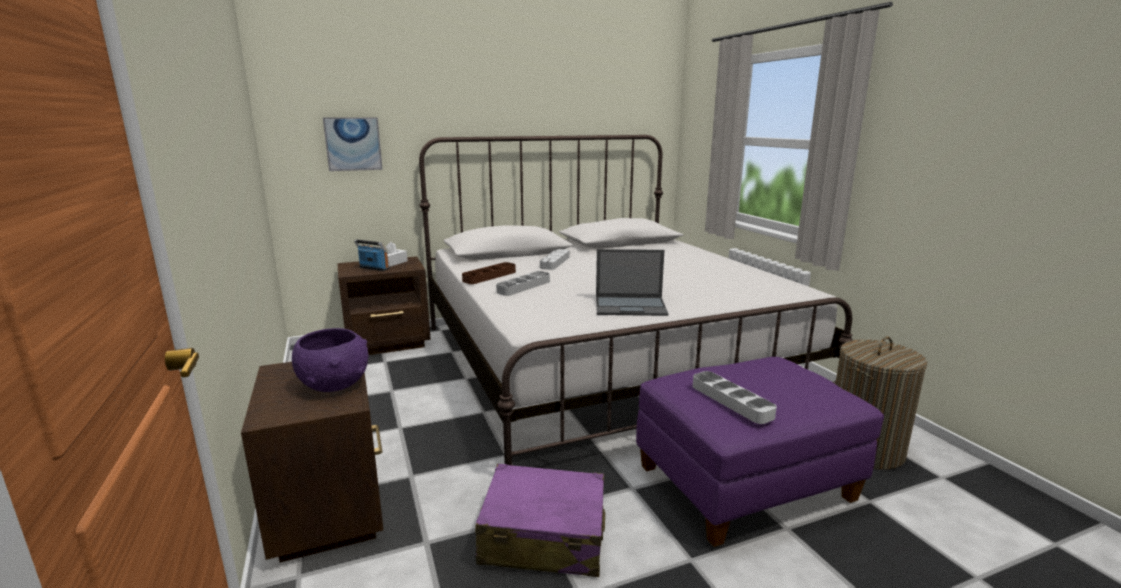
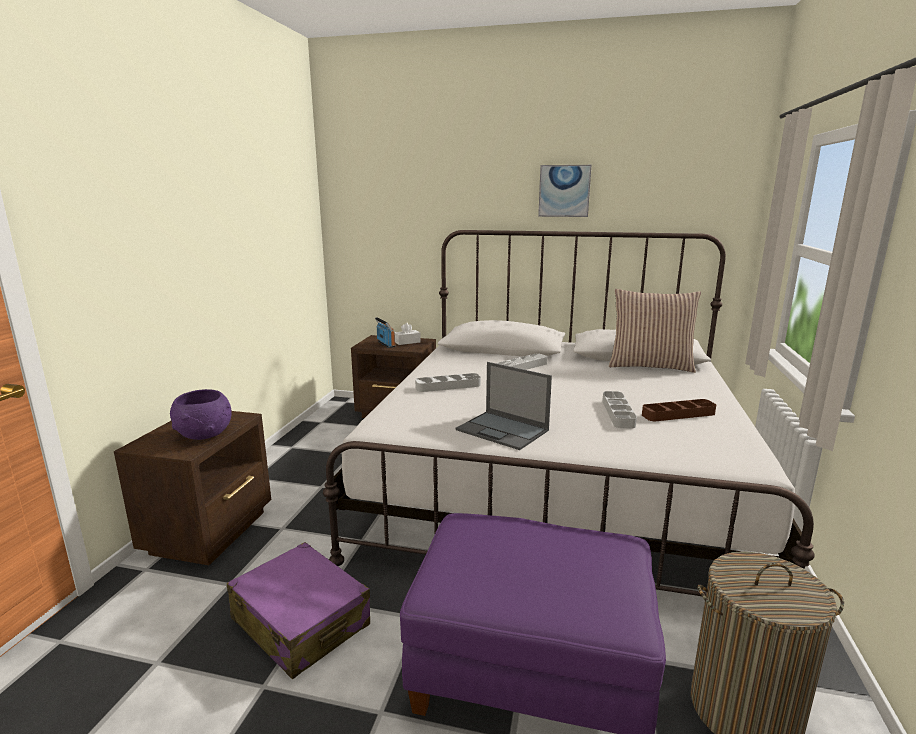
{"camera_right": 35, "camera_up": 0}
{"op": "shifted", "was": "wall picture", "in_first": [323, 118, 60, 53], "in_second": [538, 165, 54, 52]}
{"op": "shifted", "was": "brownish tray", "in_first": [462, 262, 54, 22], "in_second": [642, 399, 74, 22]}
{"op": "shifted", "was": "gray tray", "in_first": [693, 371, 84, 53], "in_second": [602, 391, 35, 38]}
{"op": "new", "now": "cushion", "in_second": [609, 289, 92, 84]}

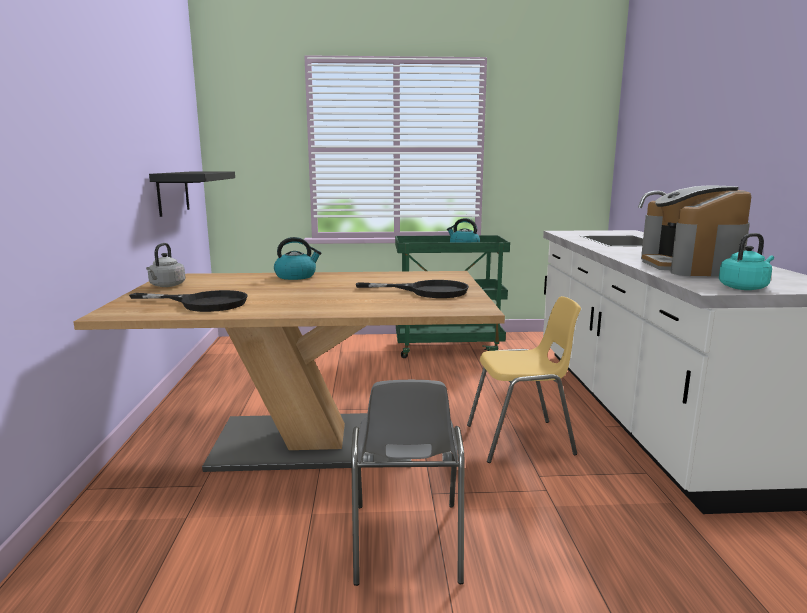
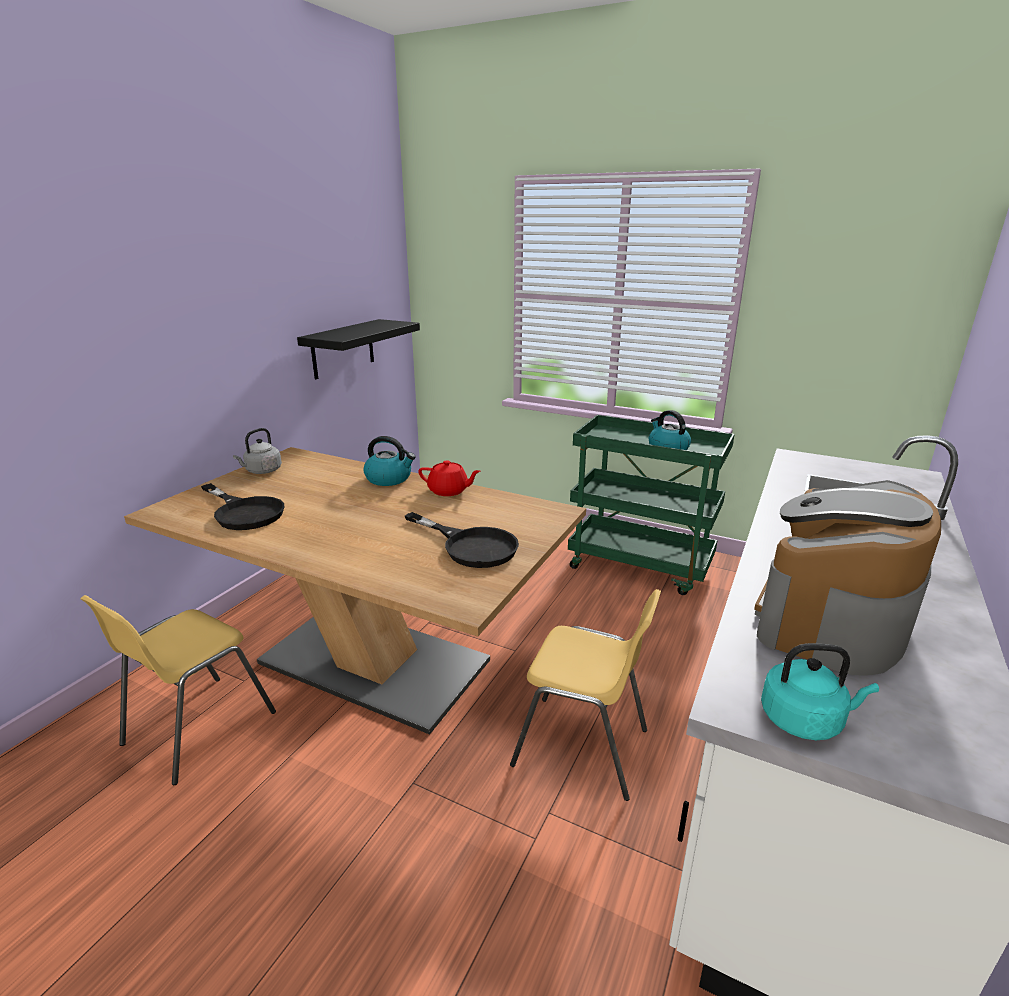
{"camera_right": 30, "camera_up": 10}
{"op": "gone", "was": "gray chair", "in_first": [351, 380, 113, 206]}
{"op": "new", "now": "red tea pot", "in_second": [418, 460, 62, 36]}
{"op": "new", "now": "yellow-coloured chair", "in_second": [80, 595, 196, 190]}

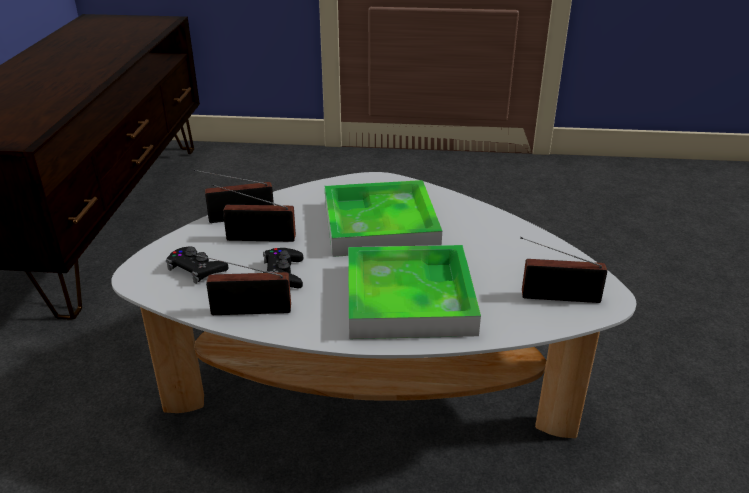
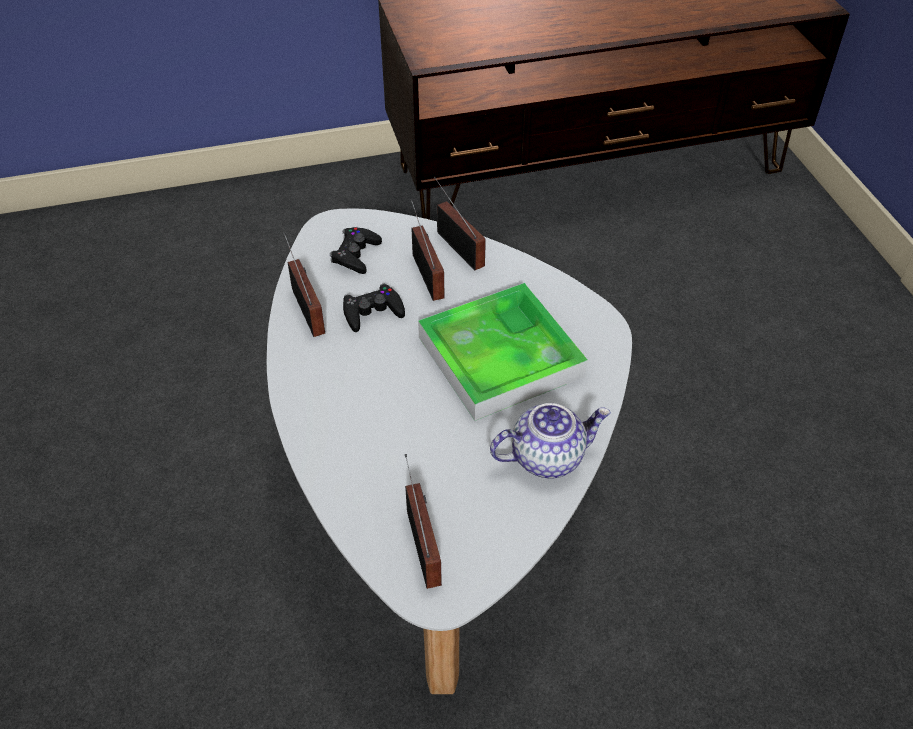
{"camera_right": 70, "camera_up": 15}
{"op": "gone", "was": "tray", "in_first": [348, 245, 133, 94]}
{"op": "new", "now": "tea pot", "in_second": [490, 403, 121, 75]}

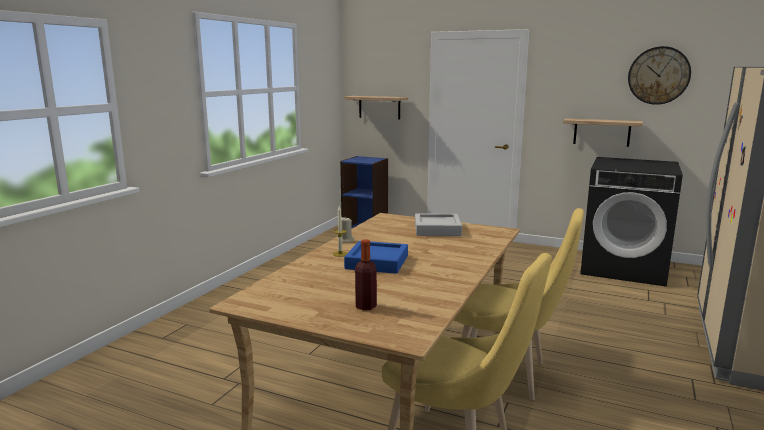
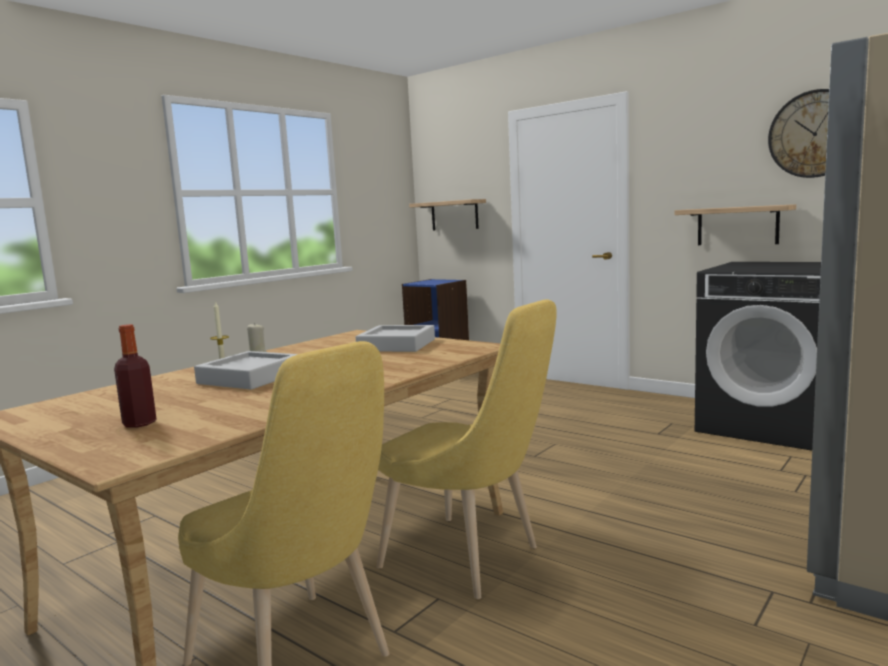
{"camera_right": 15, "camera_up": -5}
{"op": "repainted", "was": "blue tray", "now": "gray tray", "in_first": [344, 241, 64, 33], "in_second": [194, 351, 104, 39]}

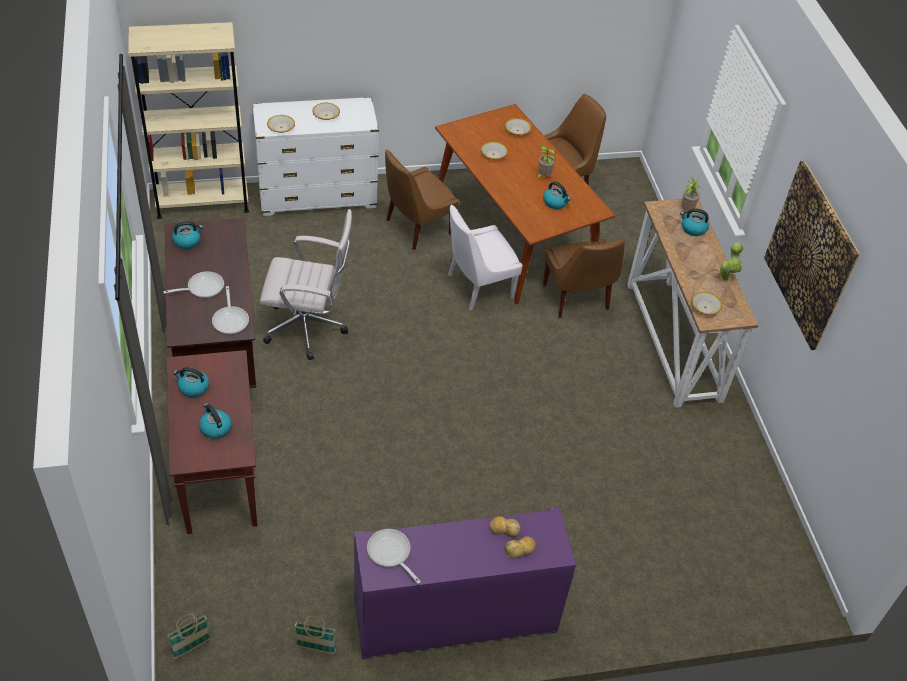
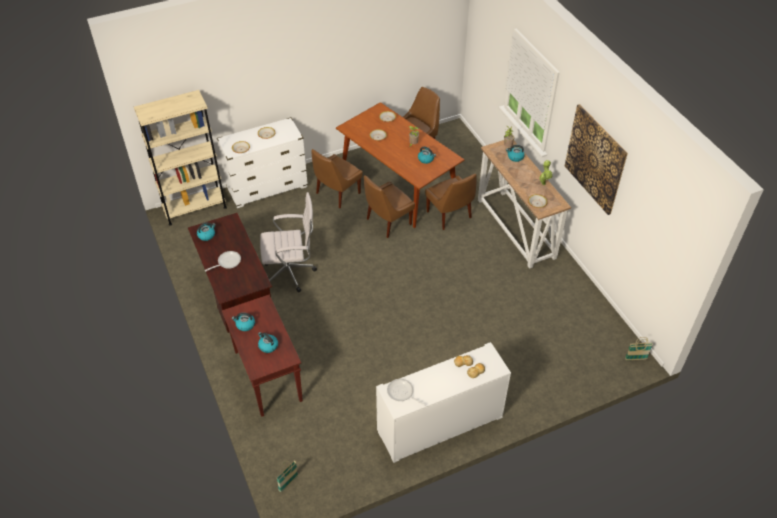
{"camera_right": -10, "camera_up": 0}
{"op": "repainted", "was": "white chair", "now": "brownish chair", "in_first": [448, 205, 74, 105], "in_second": [364, 175, 51, 63]}
{"op": "gone", "was": "skillet", "in_first": [212, 286, 37, 48]}
{"op": "repainted", "was": "purple cupboard", "now": "white cupboard", "in_first": [354, 507, 222, 152], "in_second": [376, 342, 135, 121]}
{"op": "shifted", "was": "storage basket", "in_first": [295, 616, 41, 38], "in_second": [625, 337, 28, 23]}

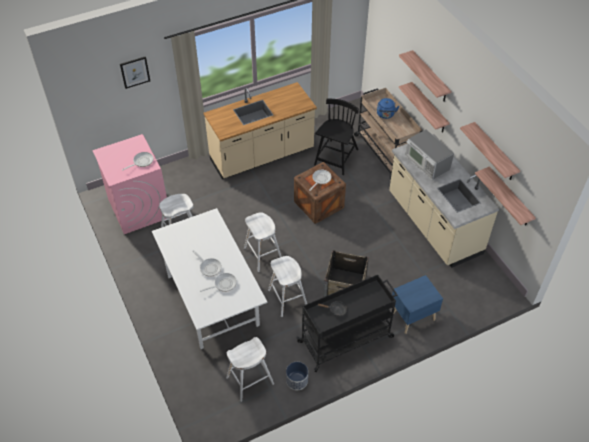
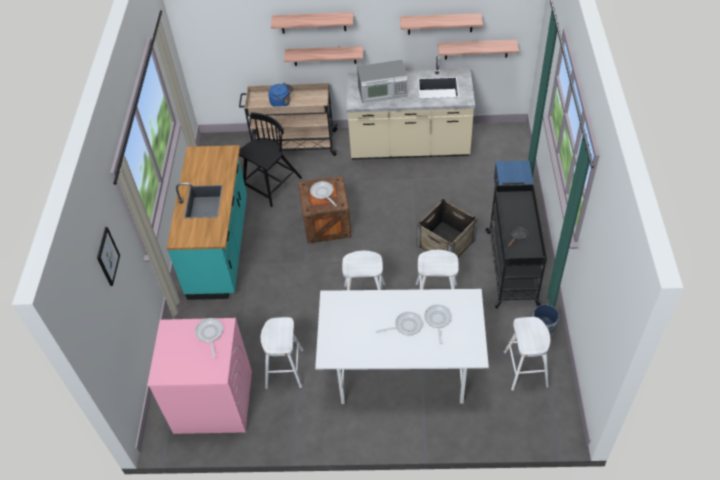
{"camera_right": -60, "camera_up": 0}
{"op": "repainted", "was": "beige counter", "now": "blue-green counter", "in_first": [204, 82, 113, 97], "in_second": [167, 145, 80, 155]}
{"op": "rotated", "was": "black chair", "in_first": [314, 99, 45, 76], "in_second": [239, 112, 63, 95], "clockwise": 75}

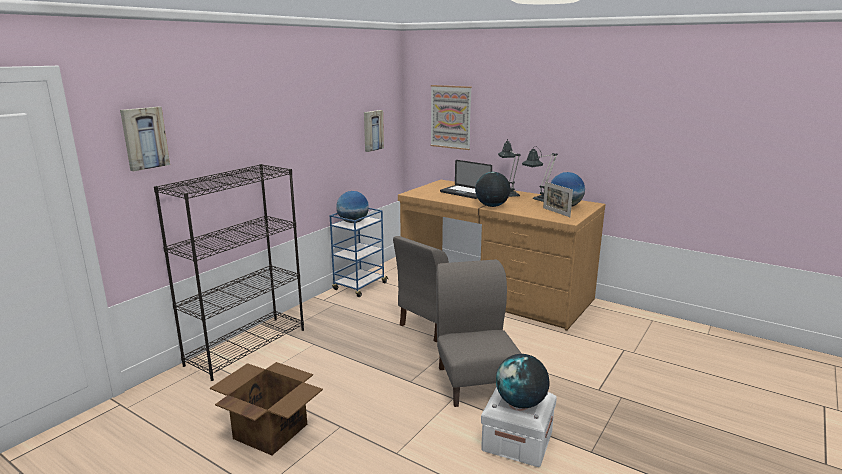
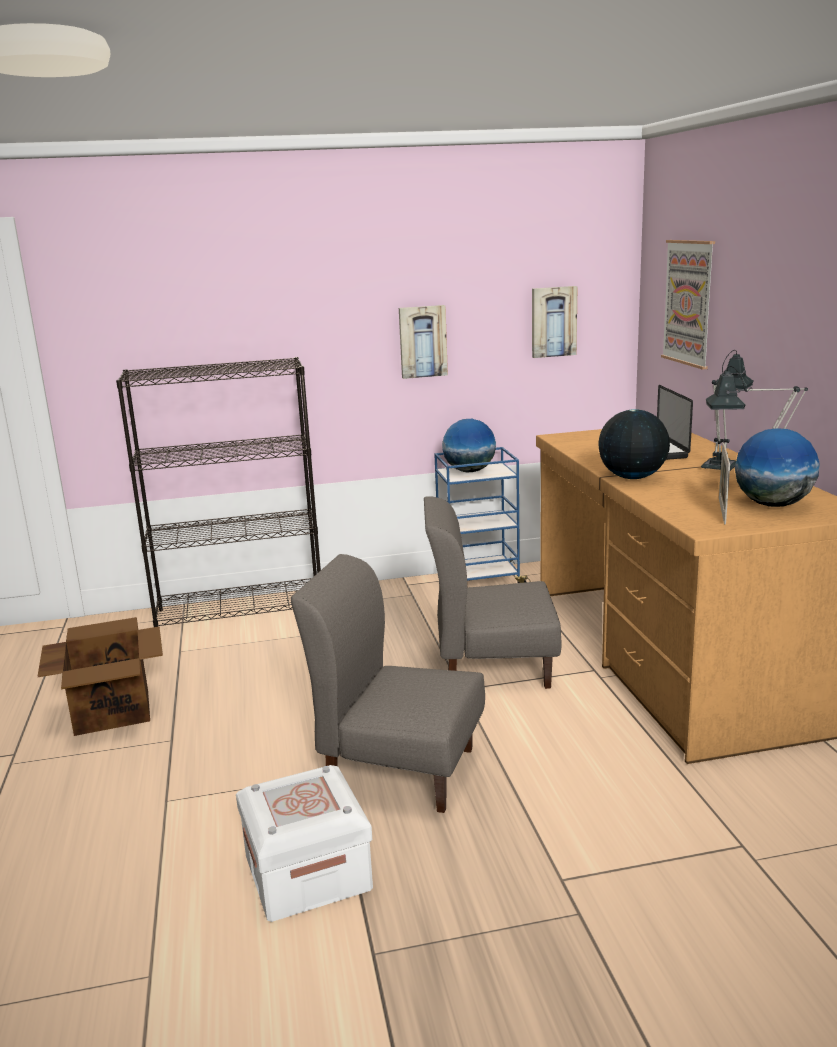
{"camera_right": 45, "camera_up": 0}
{"op": "shifted", "was": "wall picture", "in_first": [120, 107, 50, 64], "in_second": [399, 305, 49, 74]}
{"op": "rotated", "was": "gray chair", "in_first": [436, 259, 86, 148], "in_second": [291, 554, 194, 259], "clockwise": -105}
{"op": "gone", "was": "globe", "in_first": [496, 354, 53, 55]}

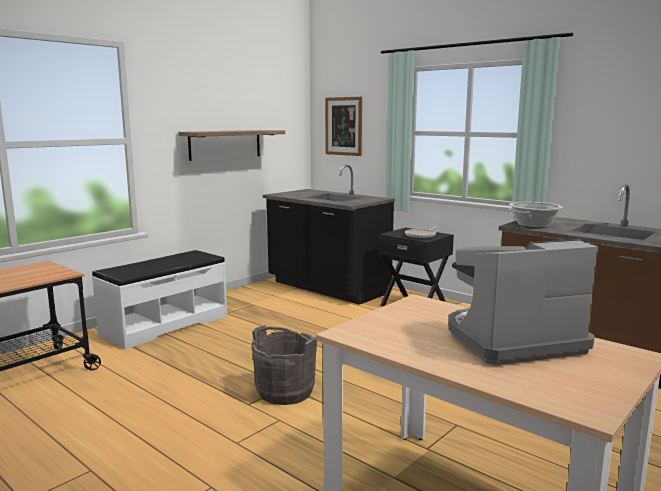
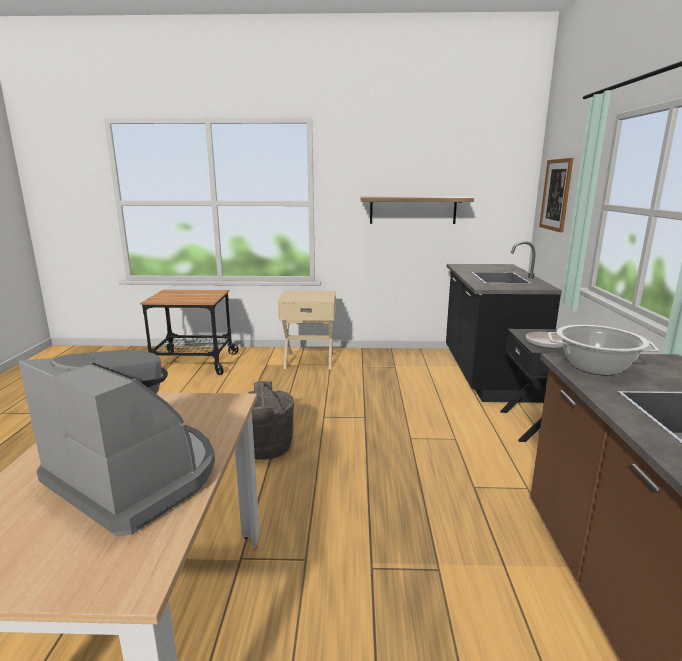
{"camera_right": 50, "camera_up": 5}
{"op": "swapped", "was": "white indoor bench", "now": "beige bedside table", "in_first": [92, 250, 135, 99], "in_second": [278, 291, 58, 79]}

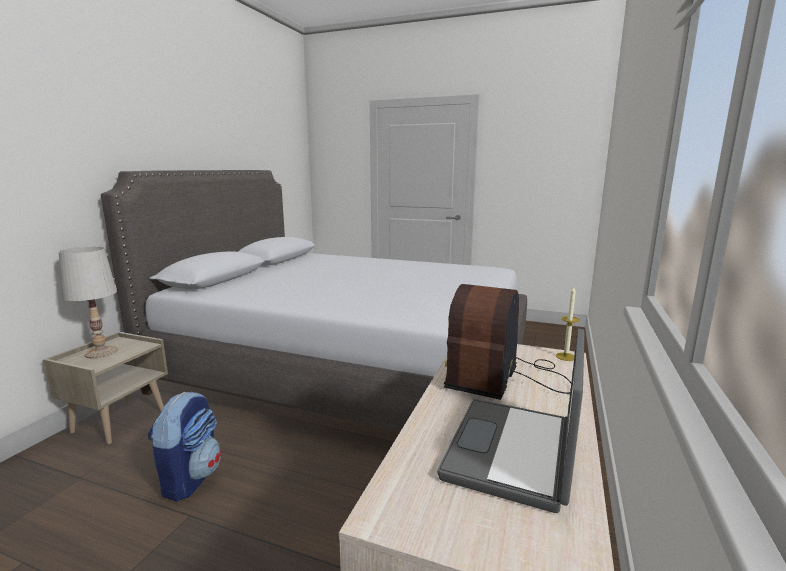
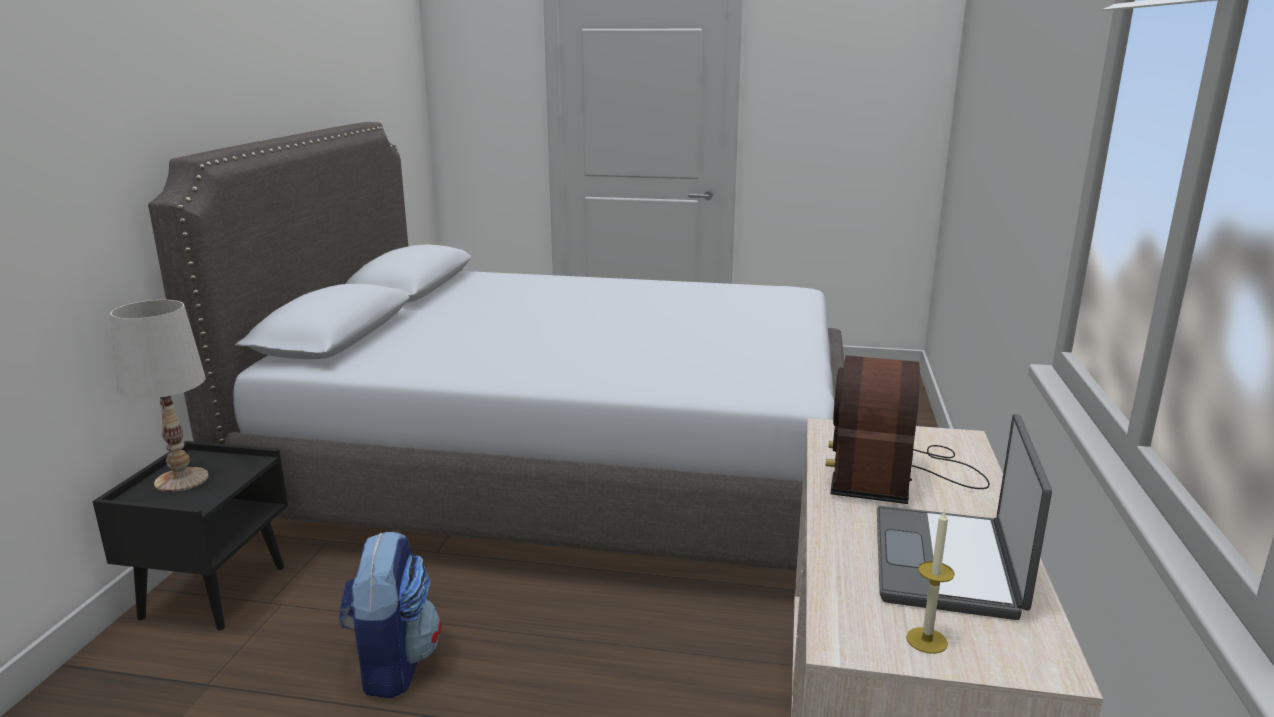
{"camera_right": -10, "camera_up": 5}
{"op": "shifted", "was": "candle", "in_first": [556, 287, 24, 74], "in_second": [906, 509, 49, 145]}
{"op": "repainted", "was": "beige bedside table", "now": "black bedside table", "in_first": [43, 332, 125, 112], "in_second": [93, 441, 195, 189]}

